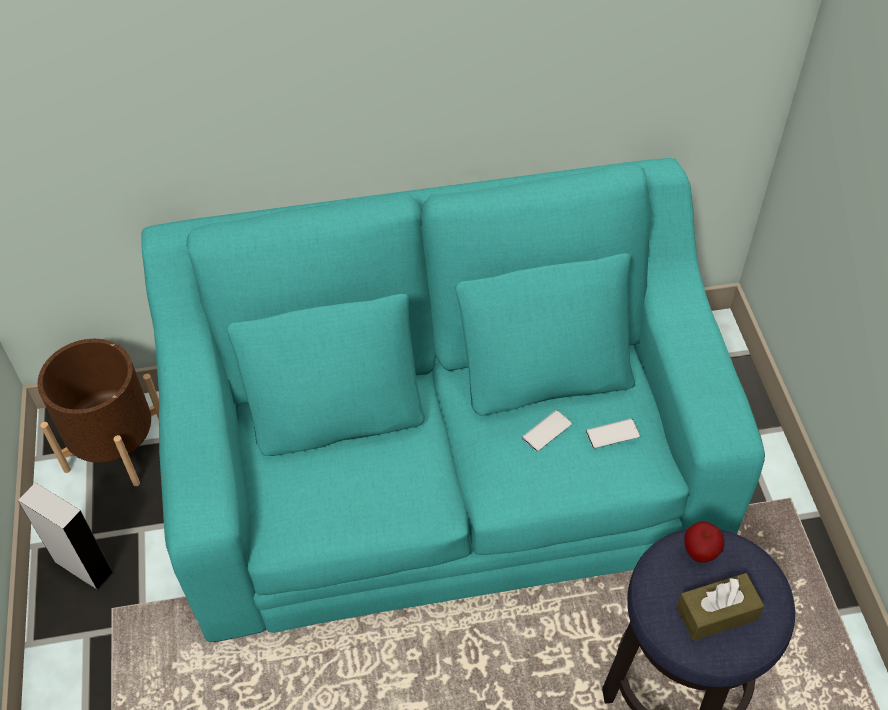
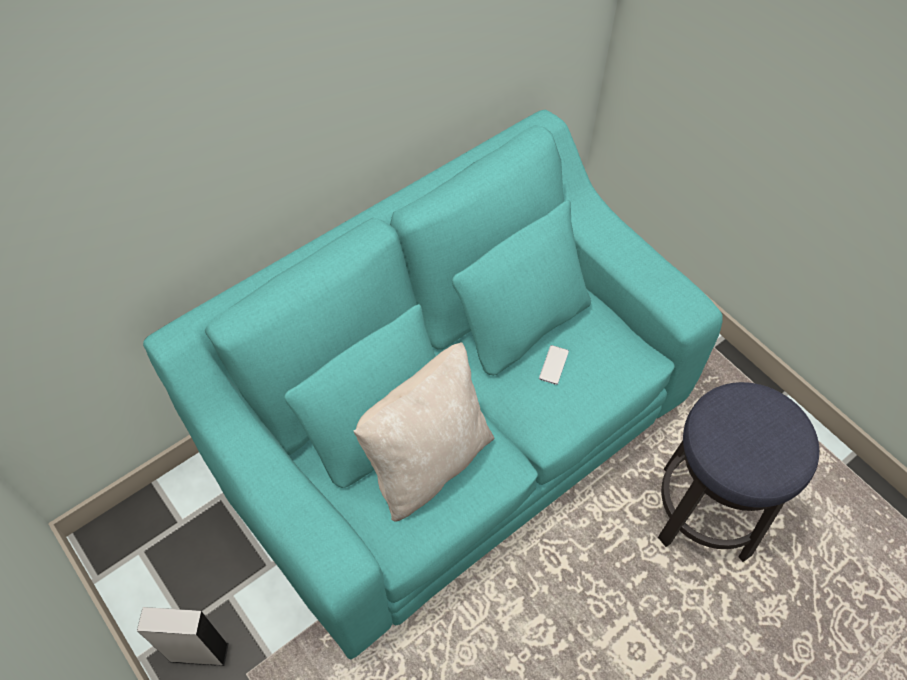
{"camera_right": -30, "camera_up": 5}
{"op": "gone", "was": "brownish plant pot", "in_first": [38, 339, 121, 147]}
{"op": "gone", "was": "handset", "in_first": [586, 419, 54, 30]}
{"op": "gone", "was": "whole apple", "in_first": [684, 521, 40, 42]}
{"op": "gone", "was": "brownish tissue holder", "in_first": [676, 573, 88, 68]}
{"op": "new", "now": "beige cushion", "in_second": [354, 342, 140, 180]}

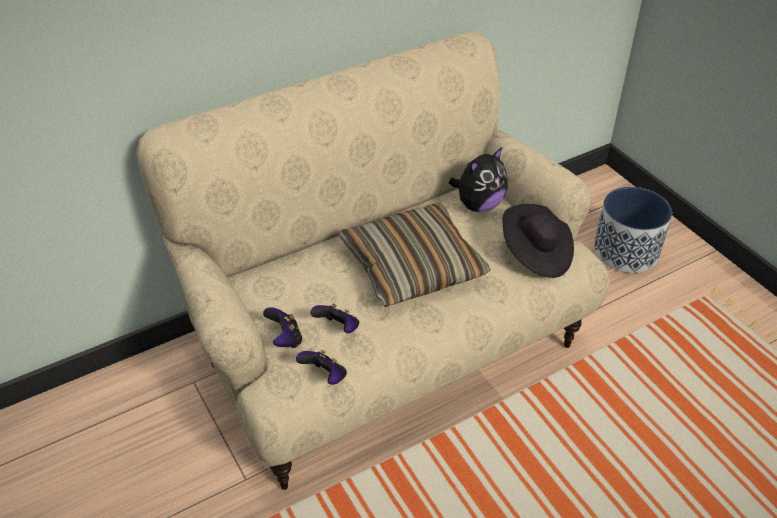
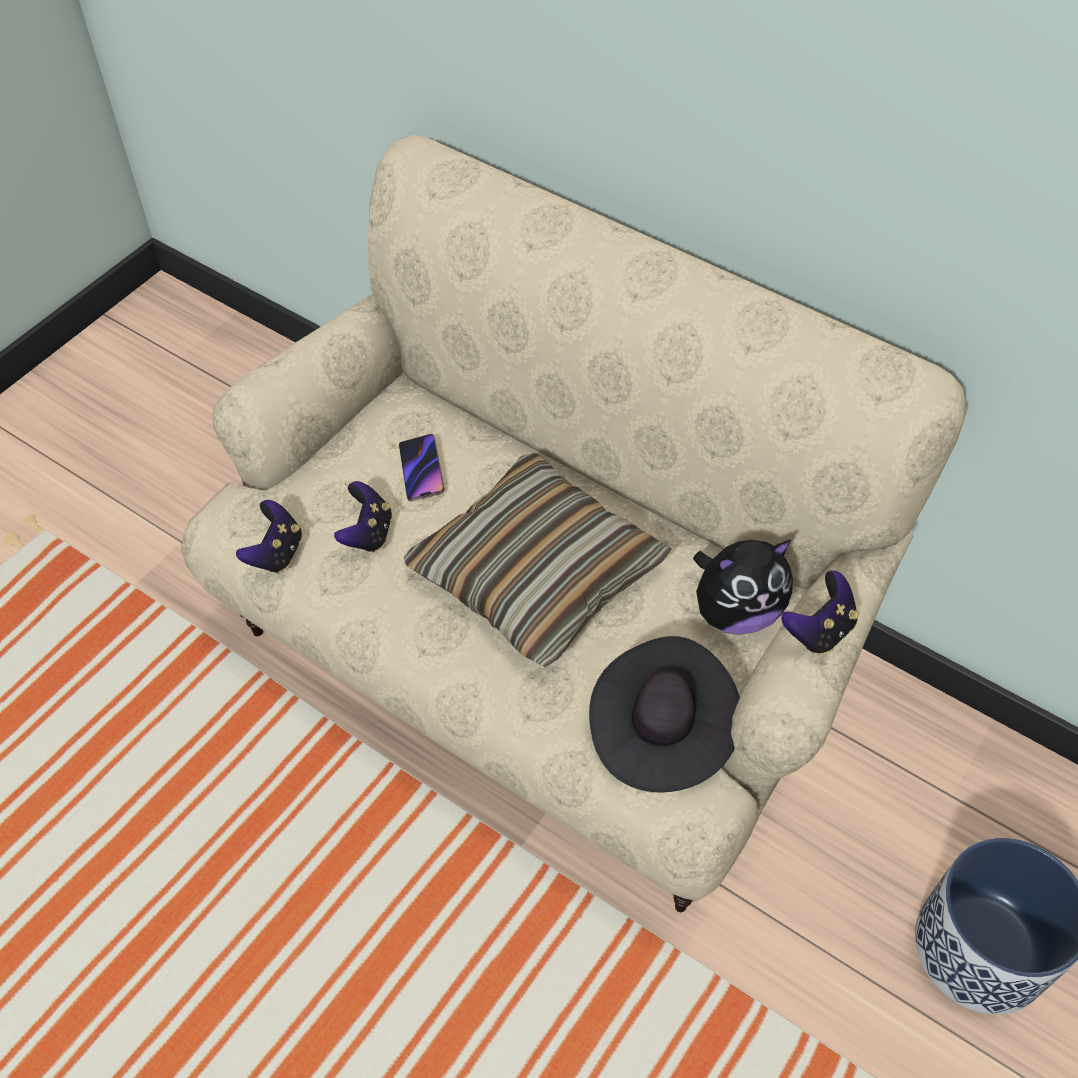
{"camera_right": 65, "camera_up": 10}
{"op": "rotated", "was": "soft toy", "in_first": [449, 147, 59, 65], "in_second": [693, 540, 100, 95], "clockwise": -45}
{"op": "shifted", "was": "game controller", "in_first": [263, 307, 40, 41], "in_second": [781, 570, 78, 84]}
{"op": "new", "now": "handset", "in_second": [399, 434, 46, 68]}

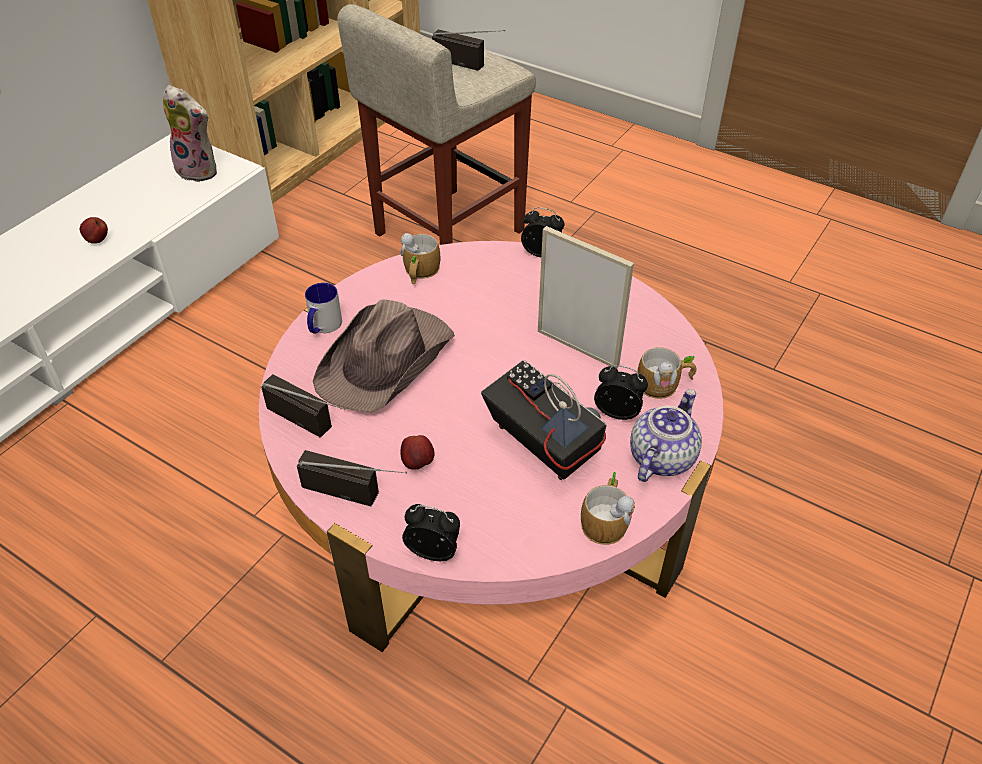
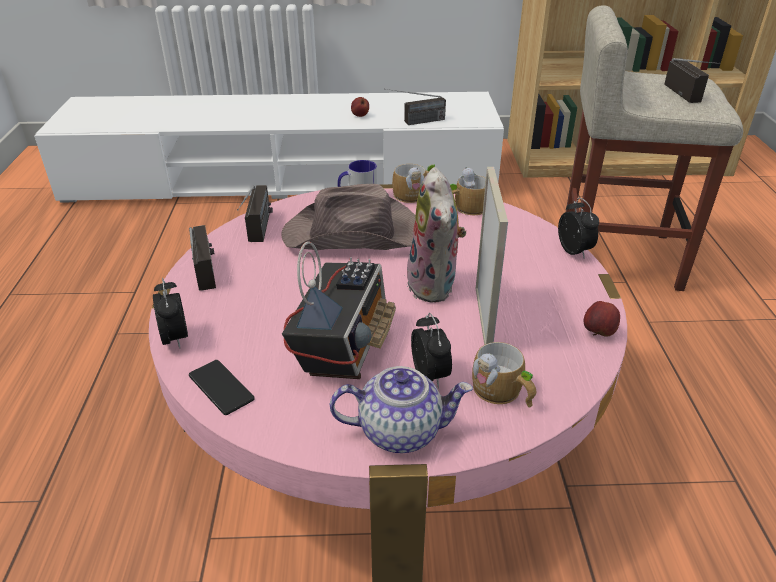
{"camera_right": 55, "camera_up": -10}
{"op": "shifted", "was": "soft toy", "in_first": [163, 85, 54, 97], "in_second": [407, 167, 59, 136]}
{"op": "shifted", "was": "whole apple", "in_first": [400, 435, 35, 35], "in_second": [584, 301, 36, 36]}
{"op": "shifted", "was": "coffee mug", "in_first": [581, 472, 54, 73], "in_second": [392, 164, 43, 39]}
{"op": "new", "now": "radio set", "in_second": [384, 89, 62, 36]}
{"op": "new", "now": "handset", "in_second": [189, 360, 66, 55]}

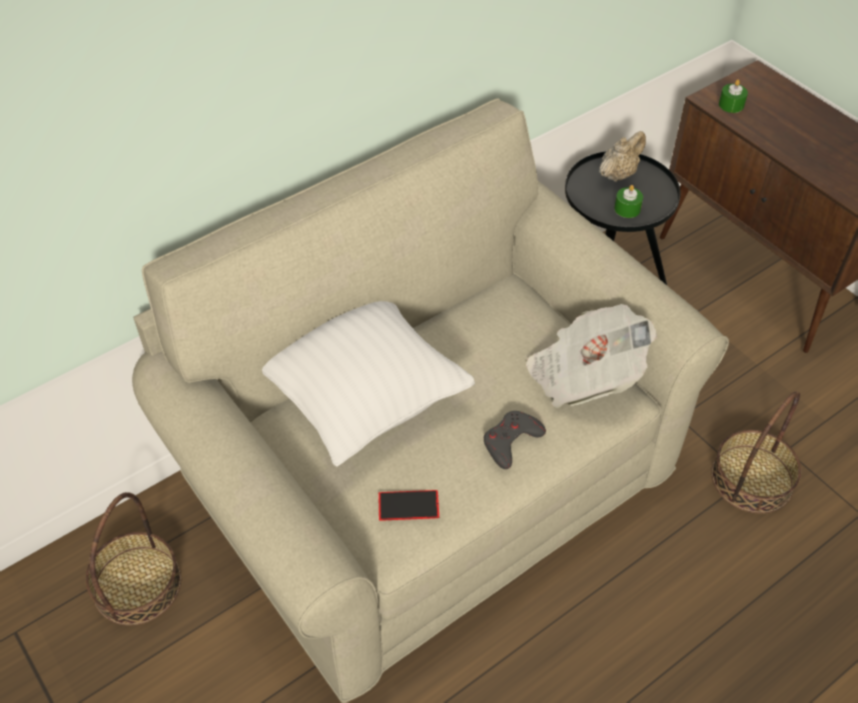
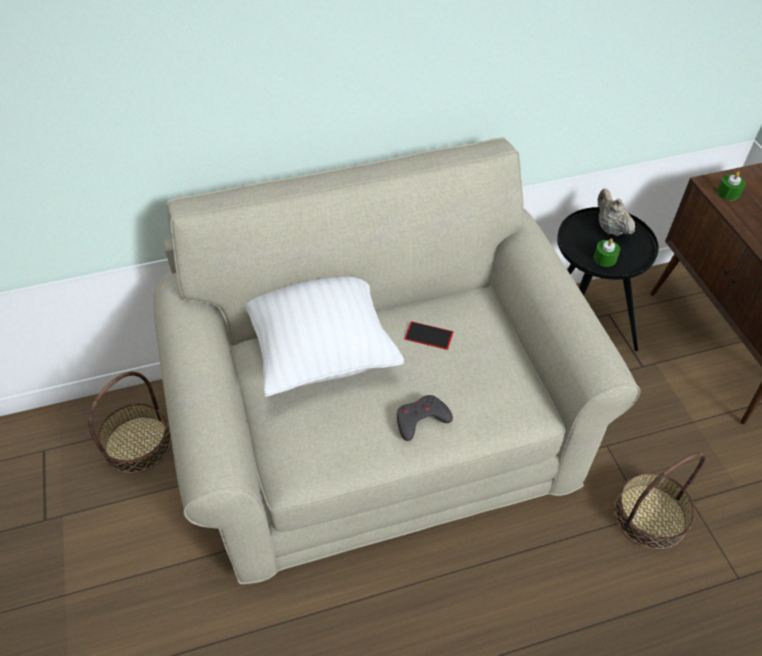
{"camera_right": 20, "camera_up": 0}
{"op": "rotated", "was": "beige tea pot", "in_first": [599, 131, 47, 51], "in_second": [598, 188, 37, 48], "clockwise": -90}
{"op": "gone", "was": "newspaper", "in_first": [526, 304, 131, 104]}
{"op": "shifted", "was": "handset", "in_first": [378, 490, 61, 31], "in_second": [404, 321, 49, 29]}

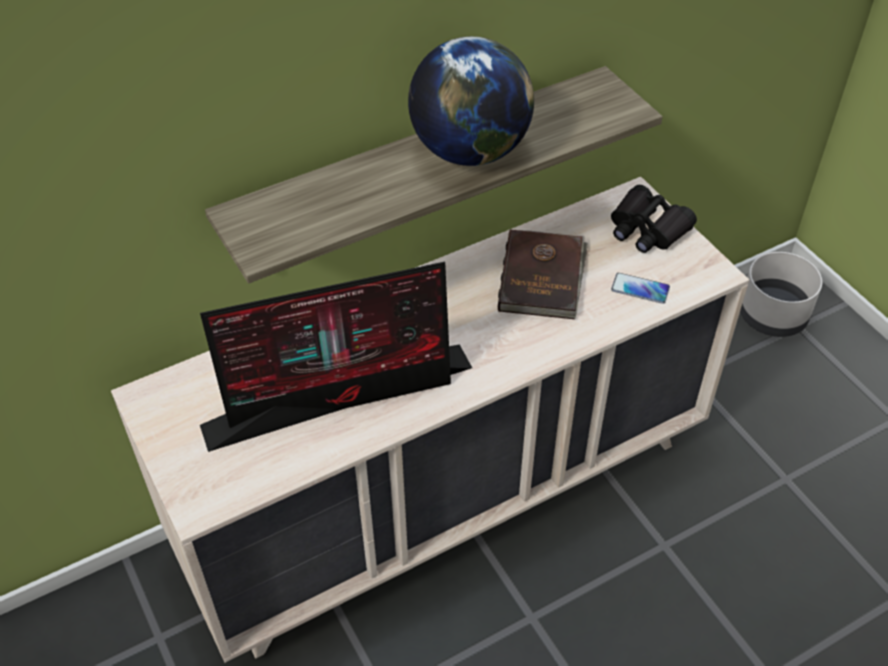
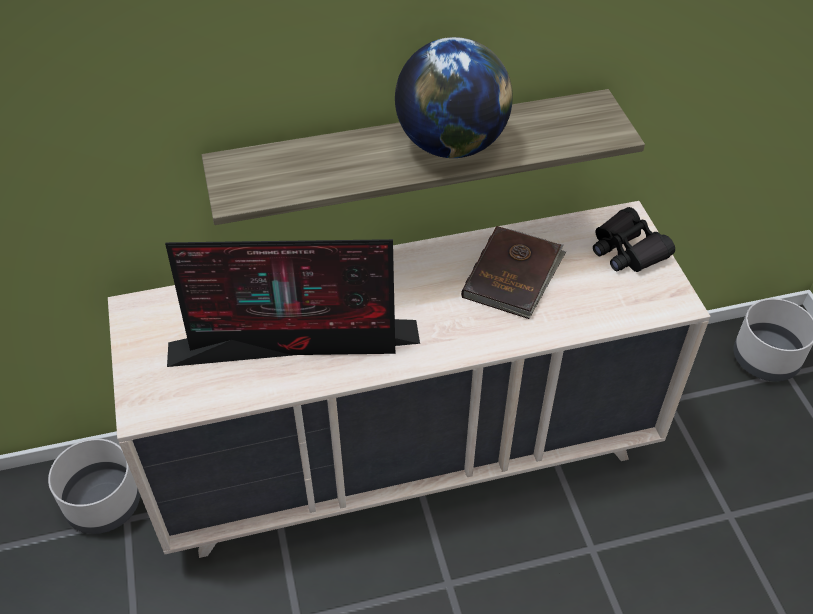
{"camera_right": 15, "camera_up": 0}
{"op": "gone", "was": "handset", "in_first": [611, 273, 59, 31]}
{"op": "new", "now": "gray plant pot", "in_second": [48, 439, 92, 95]}

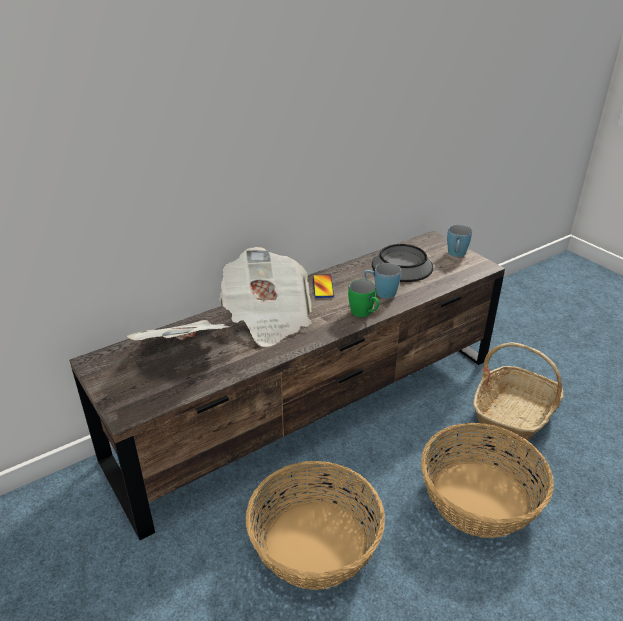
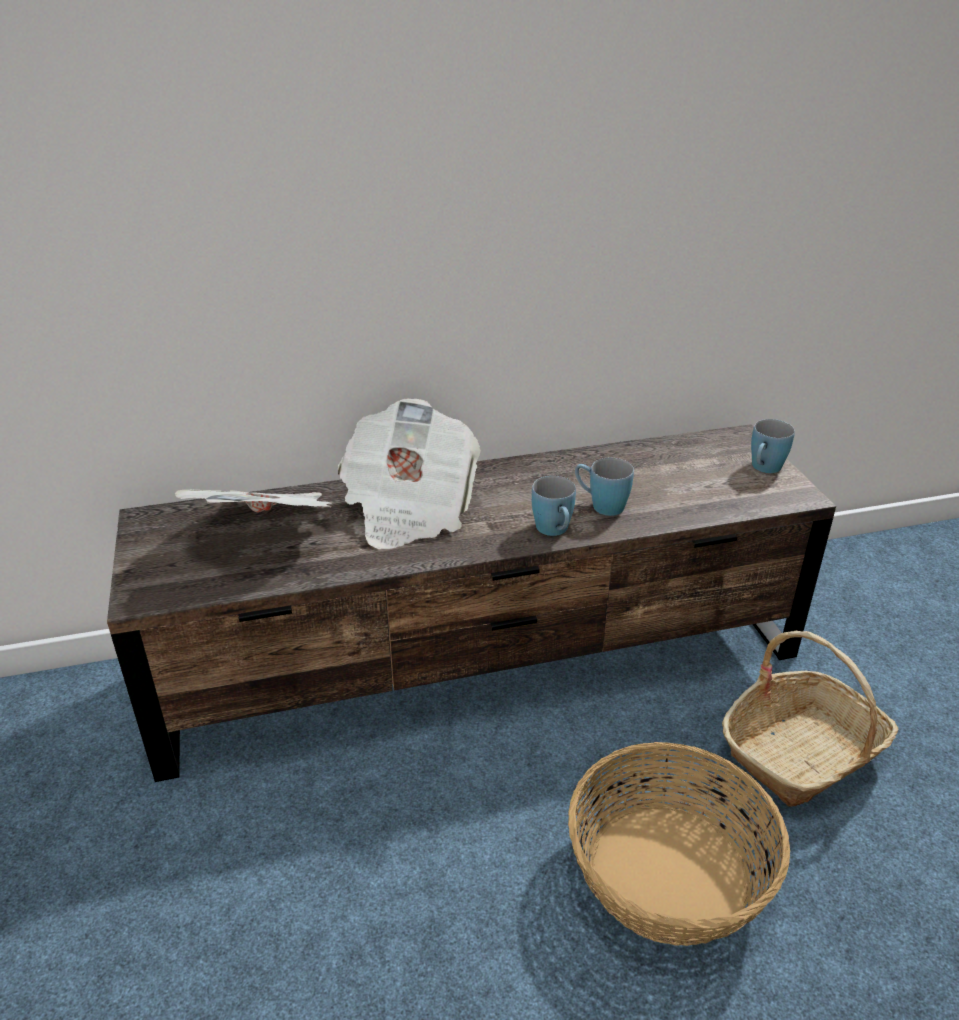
{"camera_right": 20, "camera_up": 0}
{"op": "gone", "was": "deep dish", "in_first": [372, 244, 62, 38]}
{"op": "gone", "was": "handset", "in_first": [313, 274, 21, 24]}
{"op": "repainted", "was": "green-coloured coffee mug", "now": "blue coffee mug", "in_first": [348, 280, 31, 37], "in_second": [532, 476, 44, 60]}
{"op": "gone", "was": "storage basket", "in_first": [246, 461, 139, 129]}

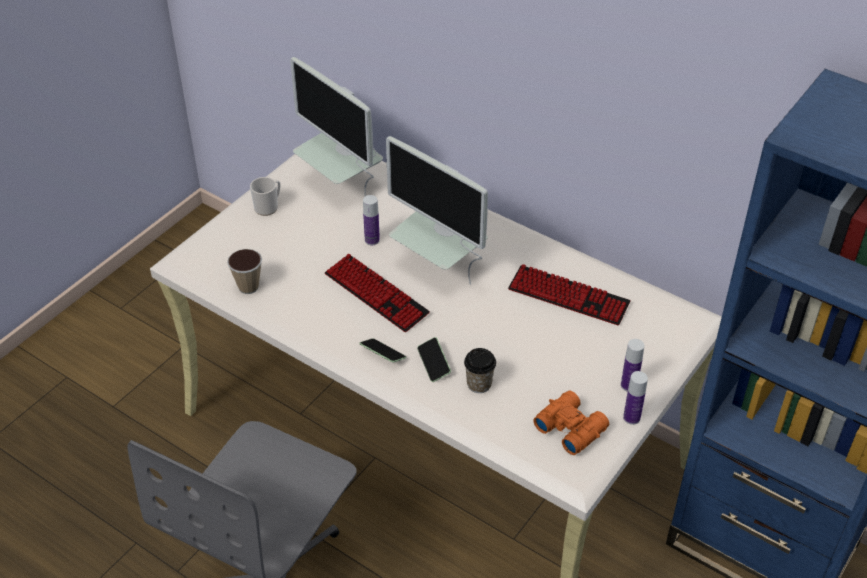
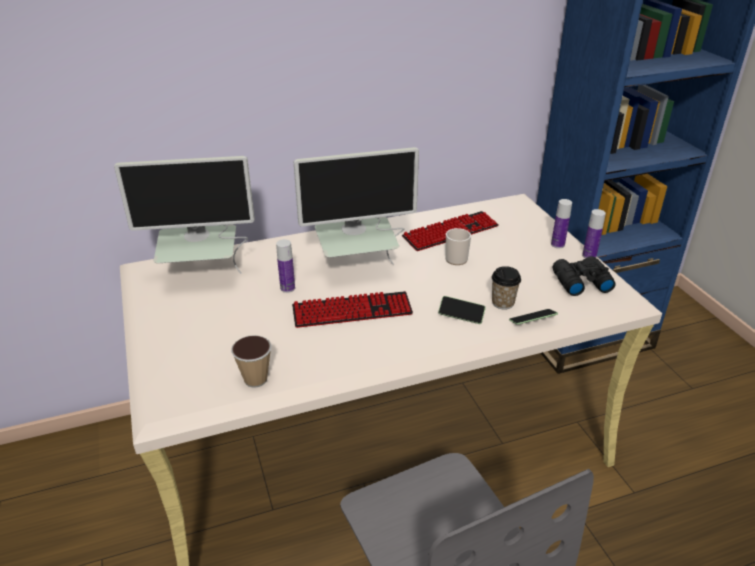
{"camera_right": -55, "camera_up": -10}
{"op": "shifted", "was": "coffee mug", "in_first": [250, 177, 30, 39], "in_second": [445, 228, 26, 37]}
{"op": "shifted", "was": "handset", "in_first": [359, 338, 47, 24], "in_second": [509, 309, 49, 16]}
{"op": "repainted", "was": "orange field glasses", "now": "black field glasses", "in_first": [533, 391, 76, 64], "in_second": [553, 256, 62, 40]}

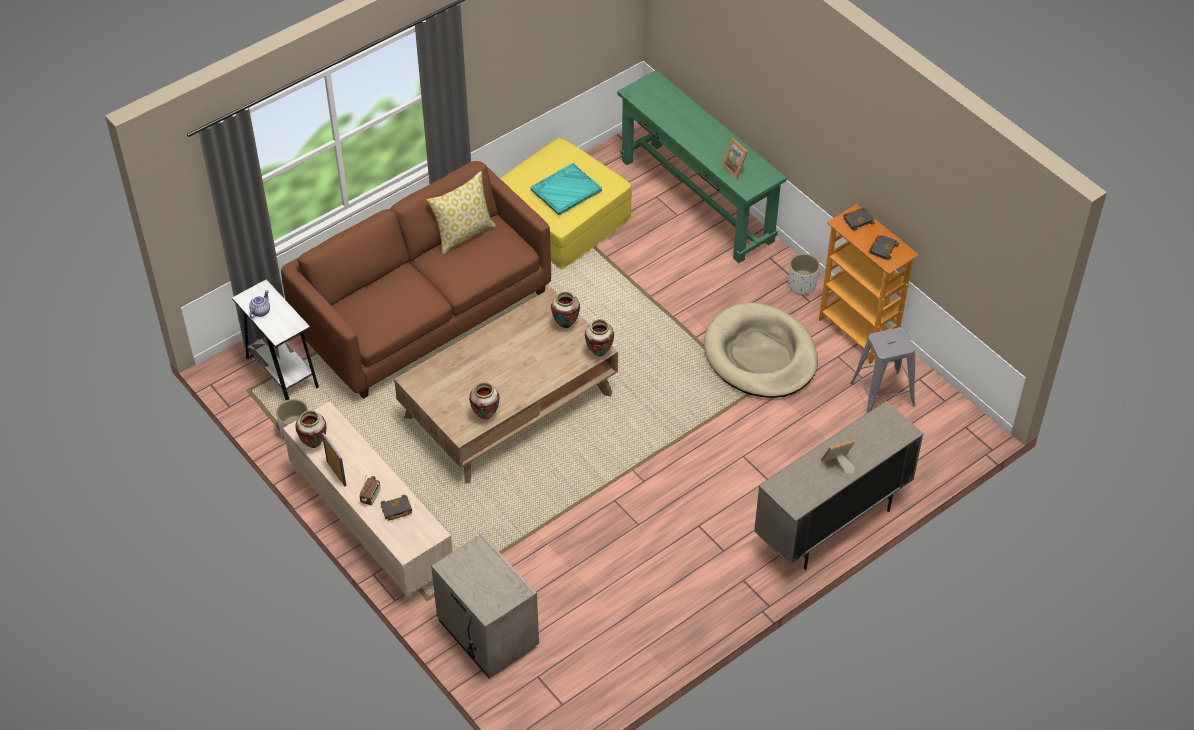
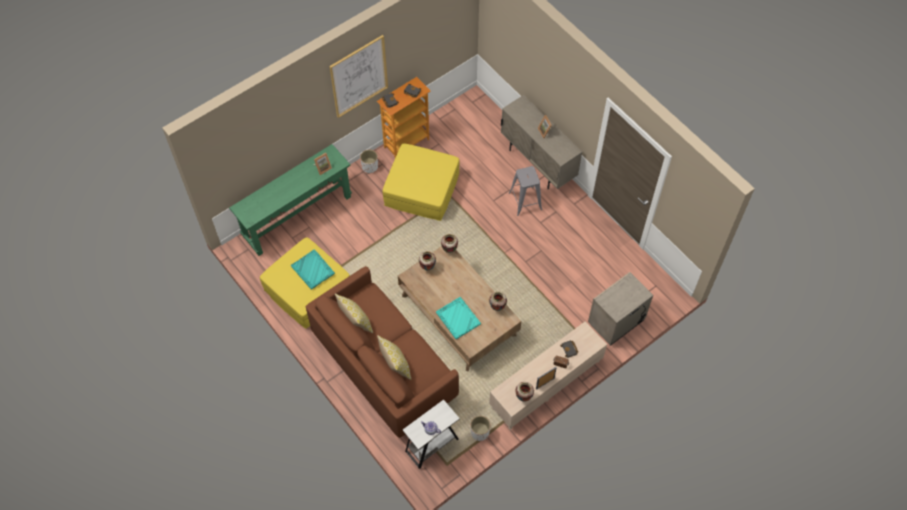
{"camera_right": -90, "camera_up": 10}
{"op": "swapped", "was": "beige pet bed", "now": "yellow-coloured pouffe", "in_first": [704, 302, 114, 96], "in_second": [383, 144, 76, 77]}
{"op": "shifted", "was": "gray sitting stool", "in_first": [850, 327, 66, 86], "in_second": [509, 166, 33, 50]}
{"op": "new", "now": "wall picture", "in_second": [329, 35, 59, 83]}
{"op": "new", "now": "blue-green tray", "in_second": [436, 297, 45, 42]}
{"op": "new", "now": "cushion", "in_second": [377, 335, 34, 45]}

